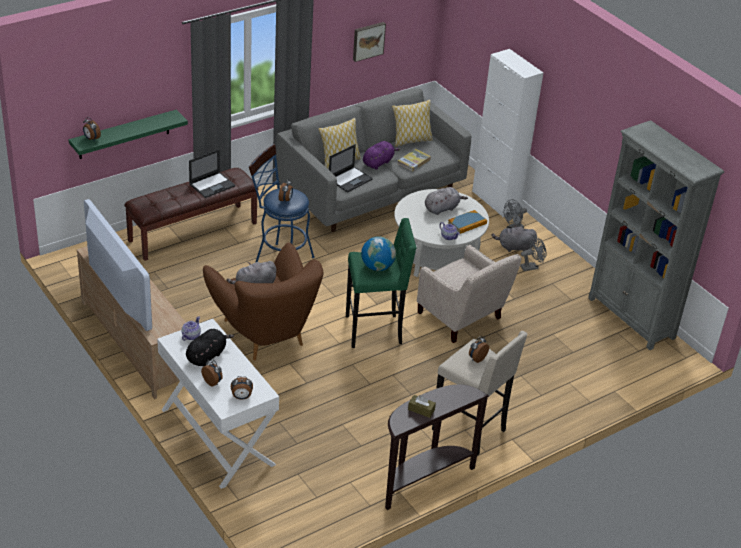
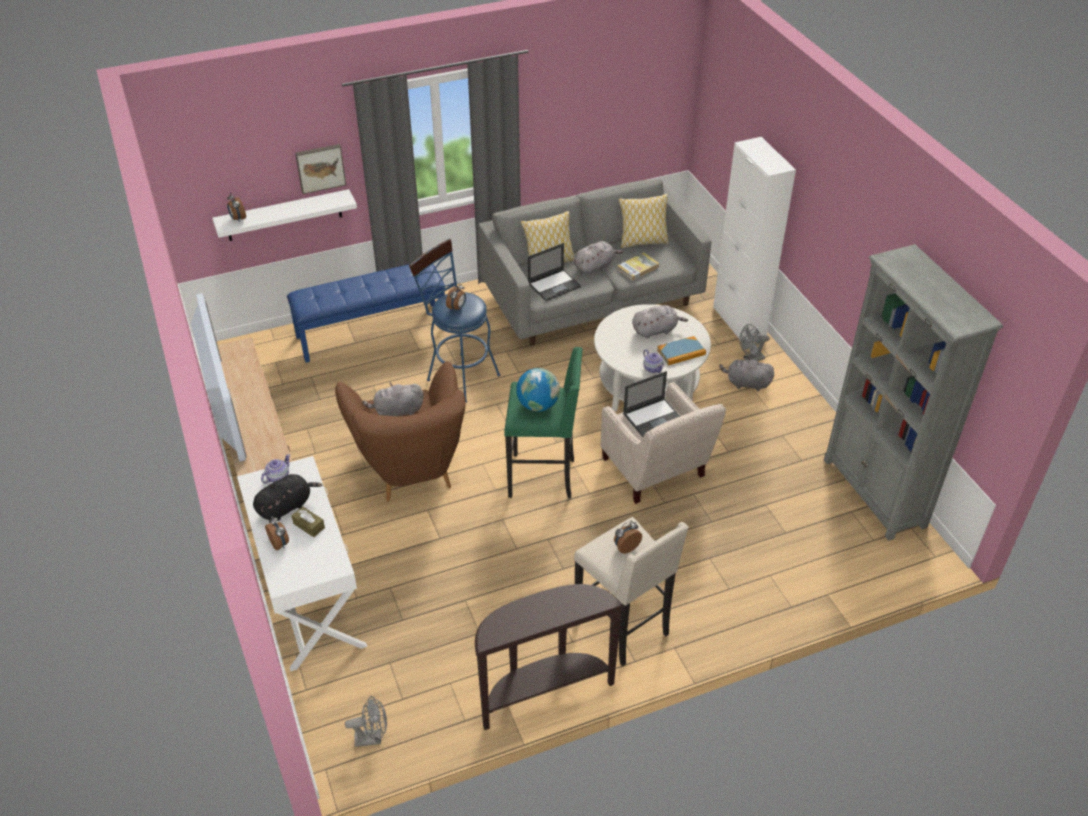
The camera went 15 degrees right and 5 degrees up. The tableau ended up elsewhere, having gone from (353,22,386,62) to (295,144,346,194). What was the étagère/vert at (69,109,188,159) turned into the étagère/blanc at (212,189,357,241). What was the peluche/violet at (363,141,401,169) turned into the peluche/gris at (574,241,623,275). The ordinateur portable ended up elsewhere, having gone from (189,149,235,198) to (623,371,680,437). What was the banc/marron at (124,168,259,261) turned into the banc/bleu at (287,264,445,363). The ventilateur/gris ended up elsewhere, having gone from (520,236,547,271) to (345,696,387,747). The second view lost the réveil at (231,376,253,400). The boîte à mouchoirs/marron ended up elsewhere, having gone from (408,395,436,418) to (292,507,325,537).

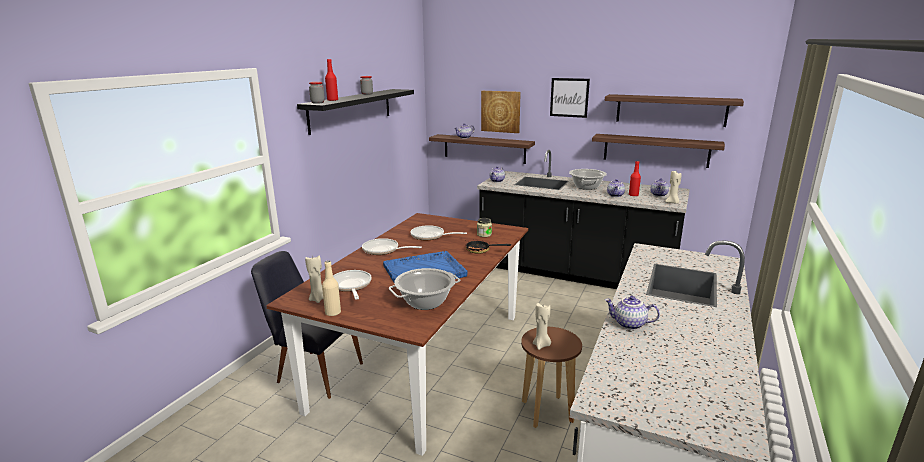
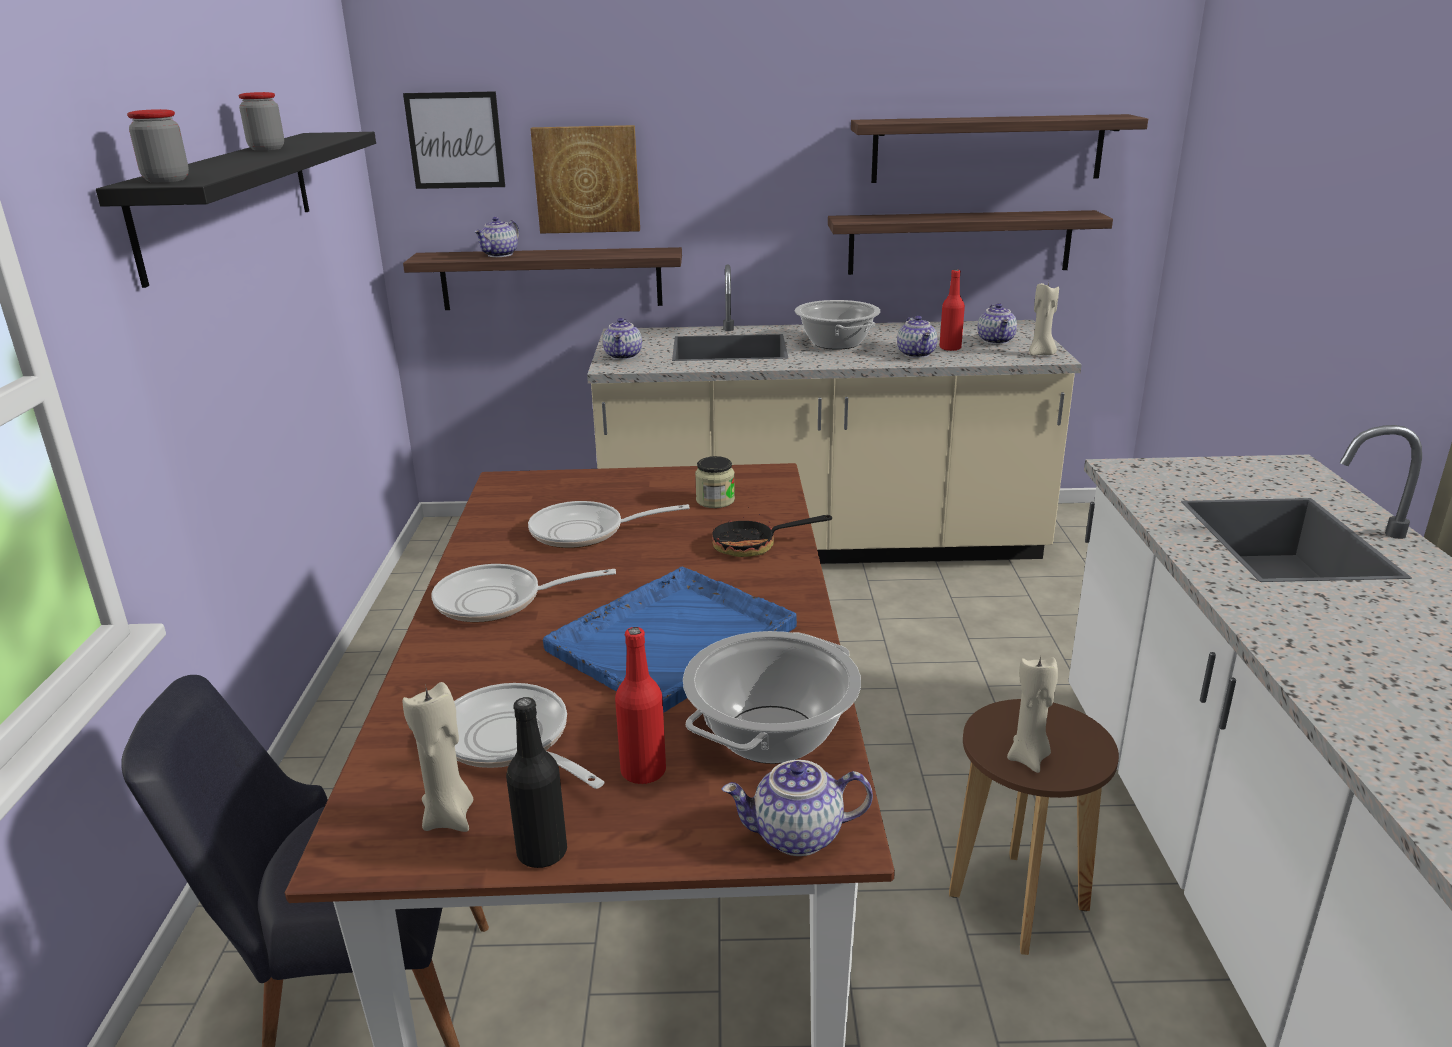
The camera went 25 degrees left and 5 degrees up. The bouteille/rouge ended up elsewhere, having gone from (325,59,338,101) to (615,627,666,785). The tableau ended up elsewhere, having gone from (550,78,590,118) to (403,91,505,189). What was the comptoir de cuisine/noir at (477,150,690,289) turned into the comptoir de cuisine/beige at (587,265,1082,564). What was the bouteille/beige at (322,261,341,316) turned into the bouteille/noir at (506,697,567,868). The théière ended up elsewhere, having gone from (605,296,660,330) to (722,760,873,856).

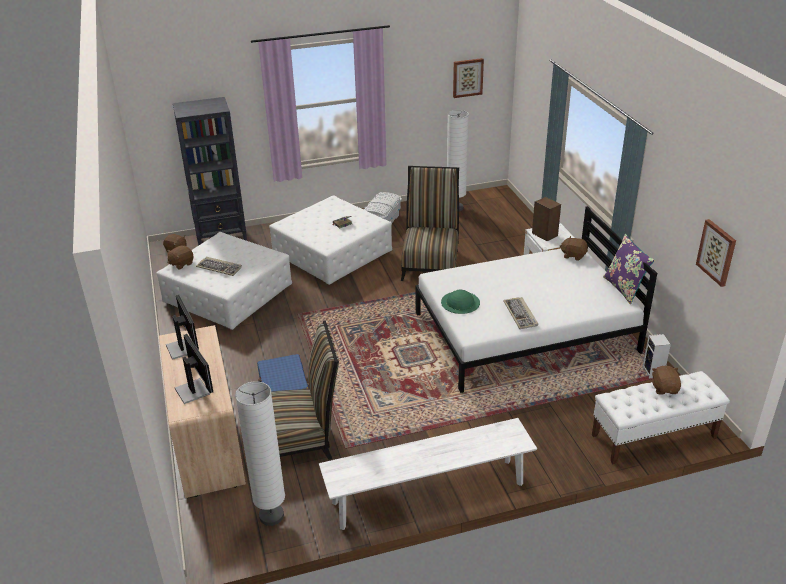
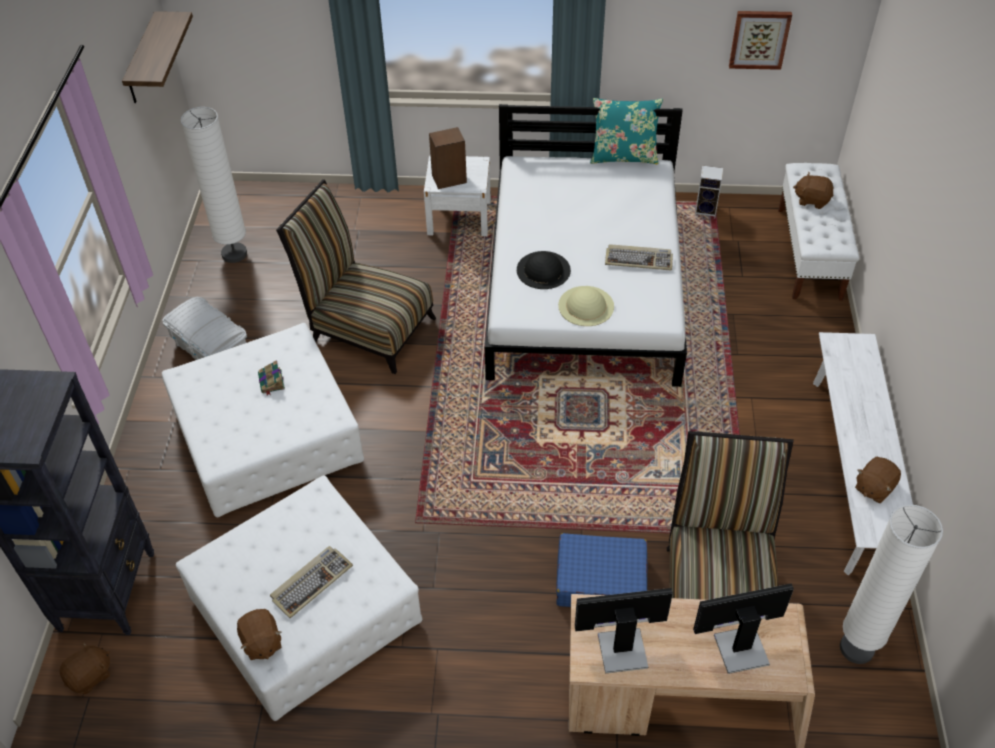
The camera went 70 degrees left and 15 degrees up. Where the tableau hung at (453,58,484,98), the étagère came to hang at (122,11,193,103). What was the coussin/violet at (603,234,655,304) turned into the coussin/turquoise at (590,98,663,164). The peluche/marron ended up elsewhere, having gone from (560,236,588,261) to (855,457,901,503). What was the chapeau/vert at (441,290,480,314) turned into the chapeau/beige at (558,286,614,326). The second view gained the chapeau/noir at (517,251,571,289).

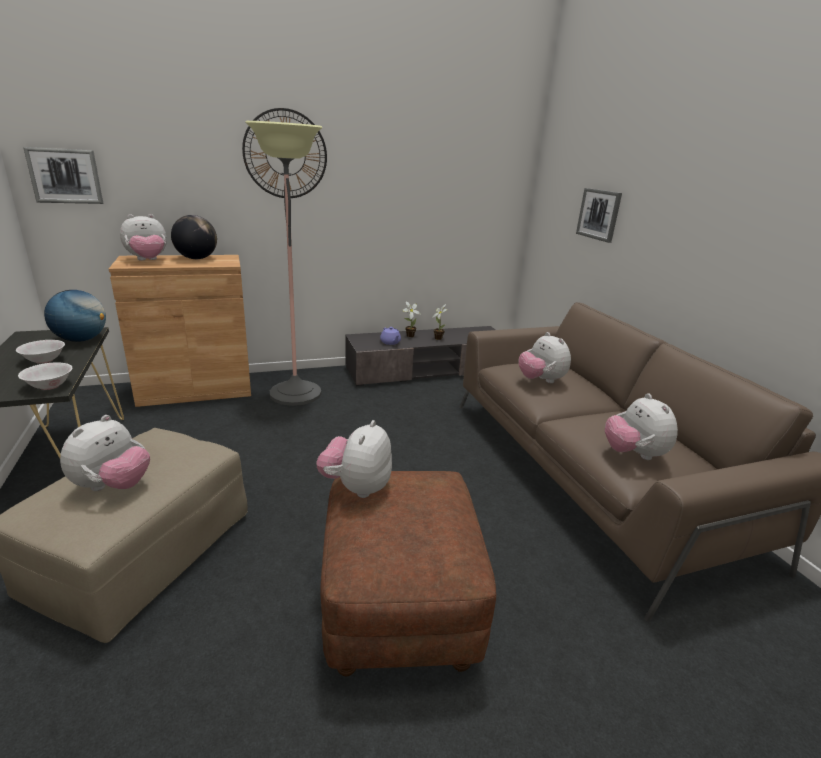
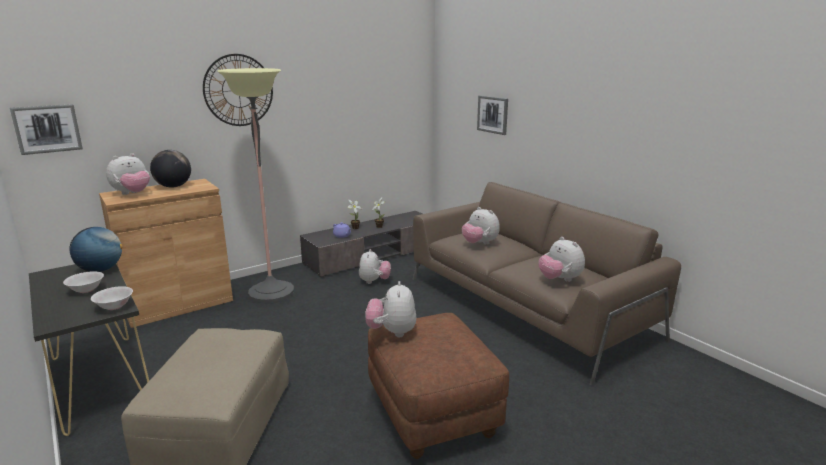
The camera went 15 degrees left and 5 degrees down. The peluche ended up elsewhere, having gone from (60,415,150,491) to (359,249,391,284).

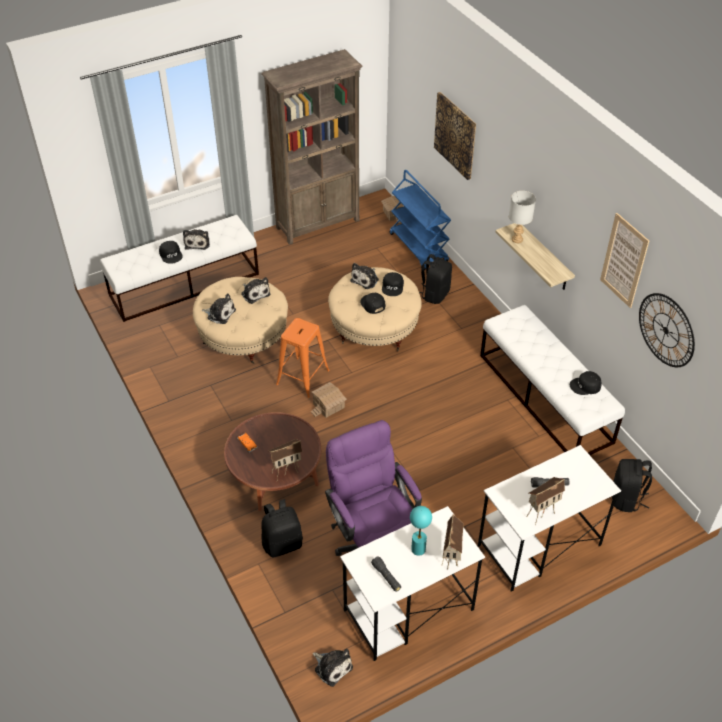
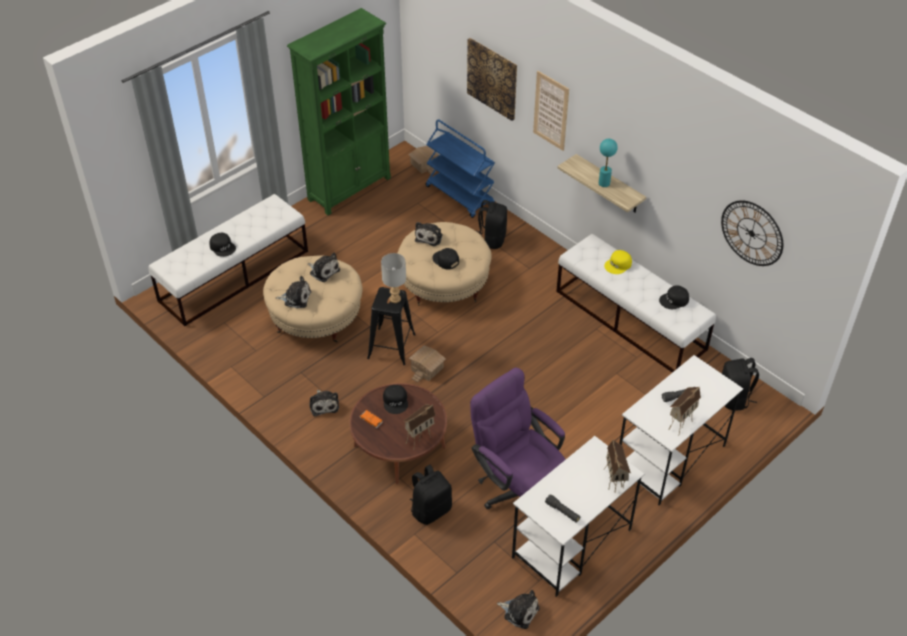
The camera went 15 degrees left and 0 degrees up. What was the bibliothèque/marron at (261,49,363,245) turned into the bibliothèque/vert at (287,8,391,215). The lampe de table/gris ended up elsewhere, having gone from (509,191,536,243) to (381,253,406,303). The tableau ended up elsewhere, having gone from (600,213,649,308) to (533,71,569,151). The peluche ended up elsewhere, having gone from (183,229,210,250) to (310,390,339,416). The casquette/noir ended up elsewhere, having gone from (382,272,404,296) to (383,385,408,414). What was the tabouret/orange at (276,318,330,398) turned into the tabouret/noir at (367,287,416,365). The lampe de table/turquoise ended up elsewhere, having gone from (410,506,432,556) to (599,139,618,187). The second view gained the casquette/jaune at (604,250,632,274).

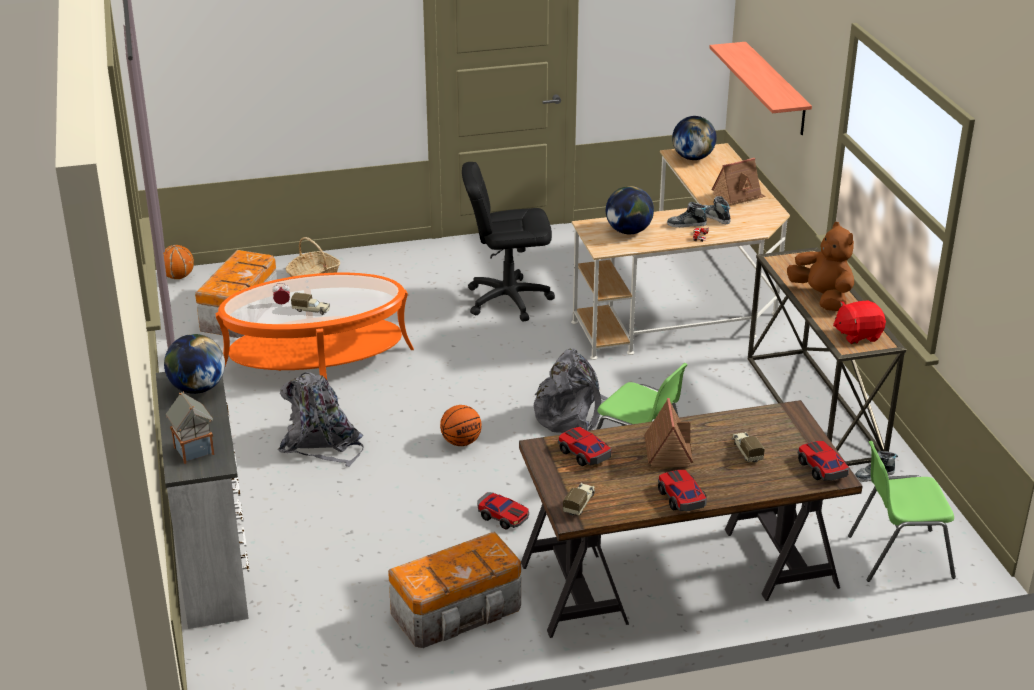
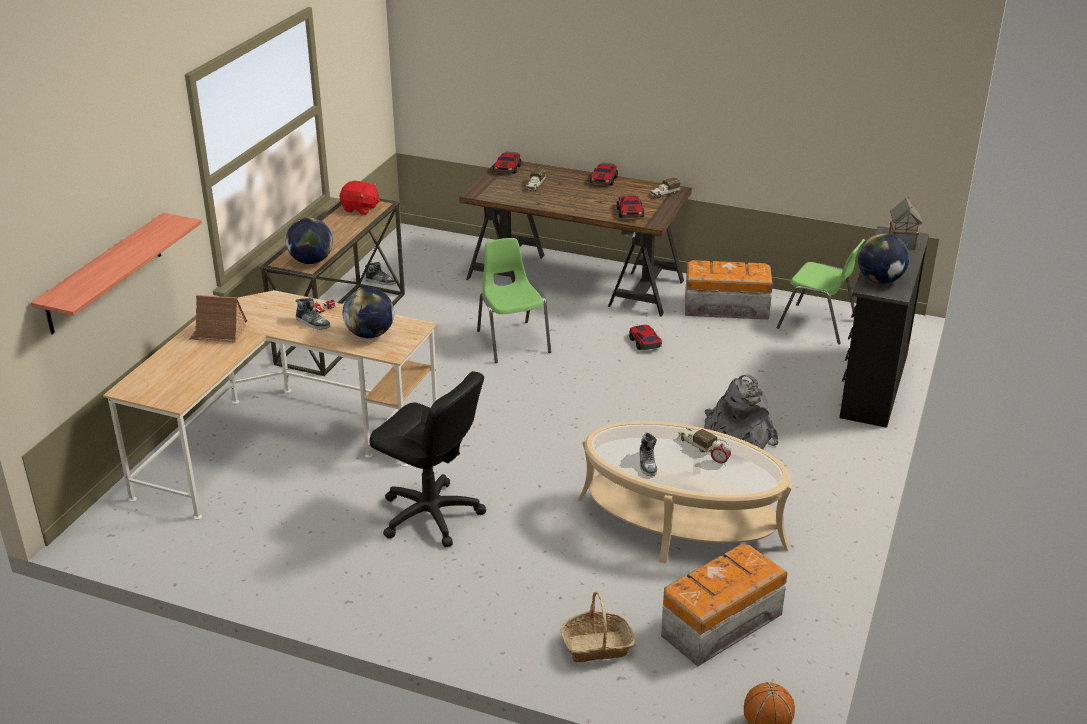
The camera went 145 degrees left and 0 degrees up. The globe ended up elsewhere, having gone from (672,116,717,160) to (286,217,333,264). The chaussure ended up elsewhere, having gone from (704,196,731,224) to (639,433,657,476). The second view lost the peluche/marron at (787,222,854,311). What was the table basse/orange at (216,273,414,380) turned into the table basse/beige at (577,421,793,564). The second view lost the sac à dos/gris at (533,348,608,433). What was the commode/blanc at (156,372,250,629) turned into the commode/noir at (840,226,929,428). The second view lost the maison miniature at (644,398,693,467). The second view lost the ballon de basket at (440,405,482,446). The chaise/vert ended up elsewhere, having gone from (848,441,956,582) to (776,239,865,344).

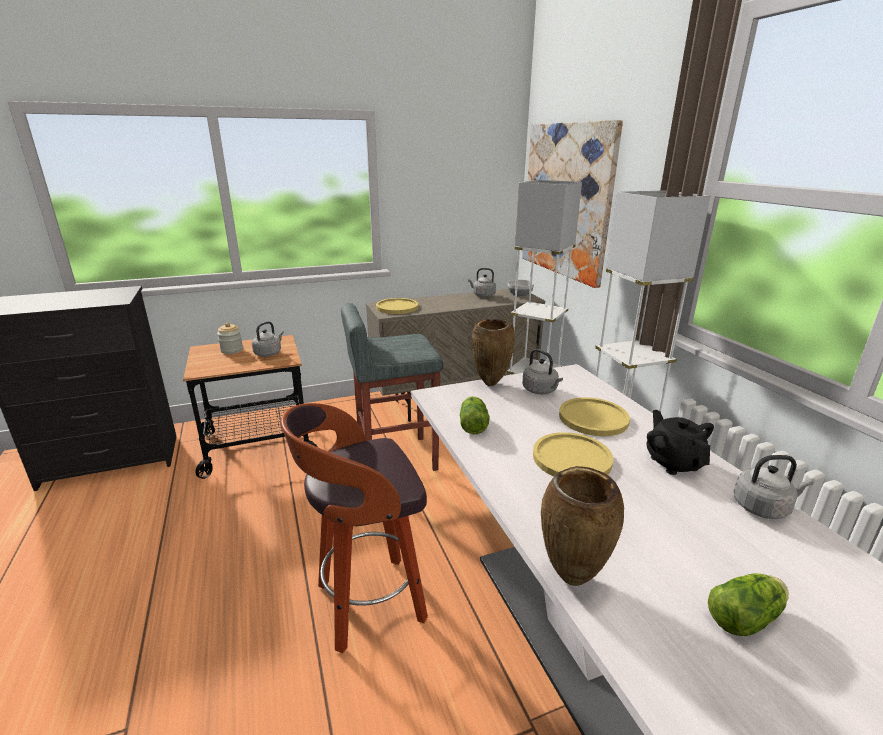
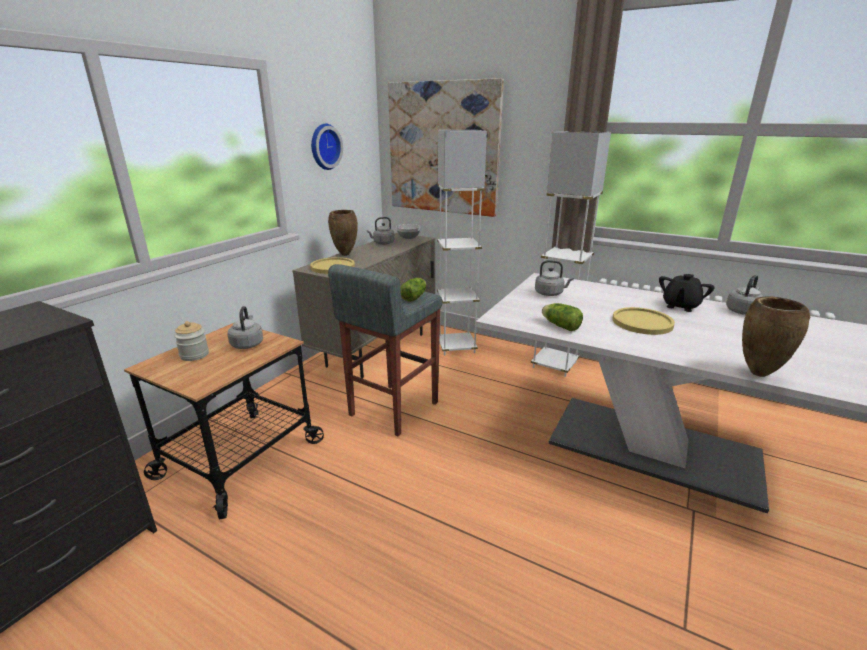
The camera went 40 degrees left and 0 degrees up. The vase/marron ended up elsewhere, having gone from (471,319,515,386) to (328,210,358,256). The second view lost the assiette/jaune at (559,397,630,436). The second view lost the tabouret at (281,403,428,653). The théière/noir at (647,410,714,475) ended up facing another way, 90 degrees counterclockwise from before. The laitue ended up elsewhere, having gone from (708,573,789,636) to (400,278,426,302). The second view gained the horloge murale at (311,123,343,170).

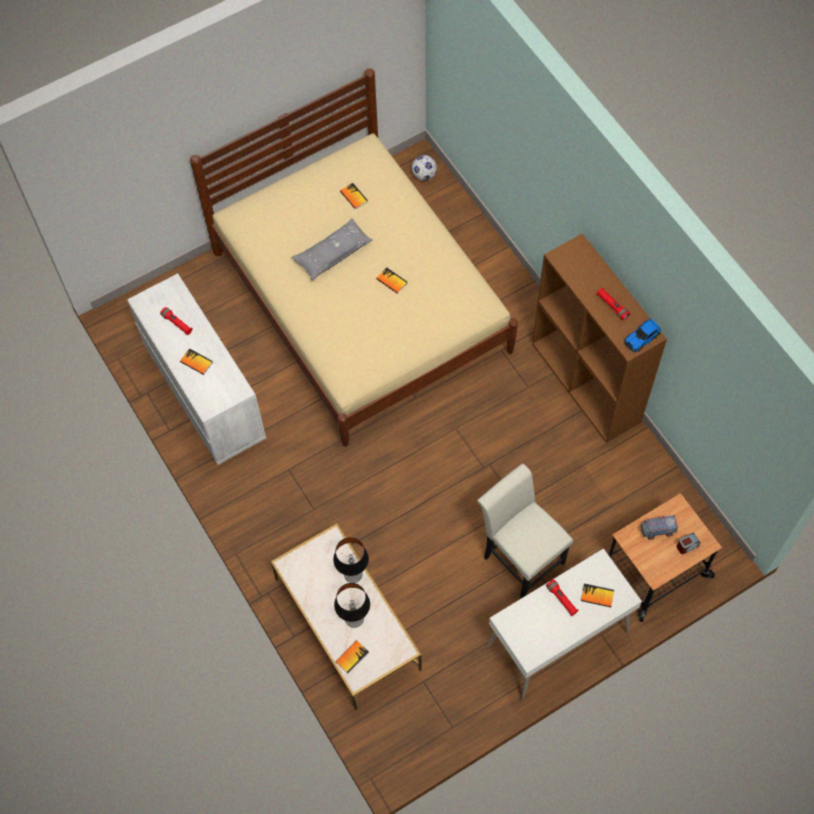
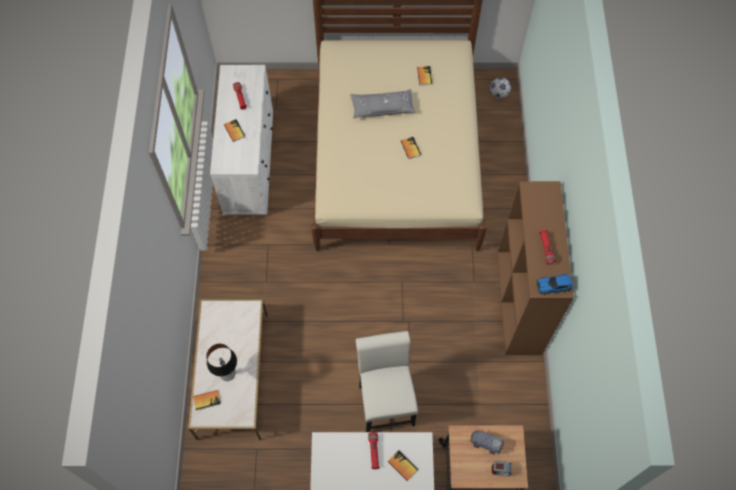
The camera went 30 degrees right and 0 degrees up. The second view lost the lampe de table at (333,537,369,583).

